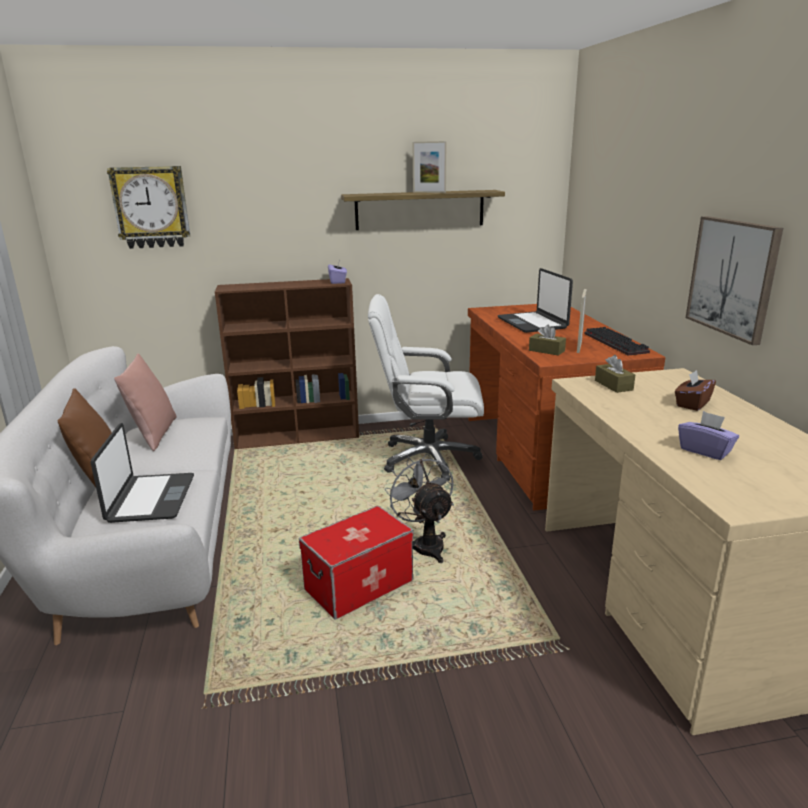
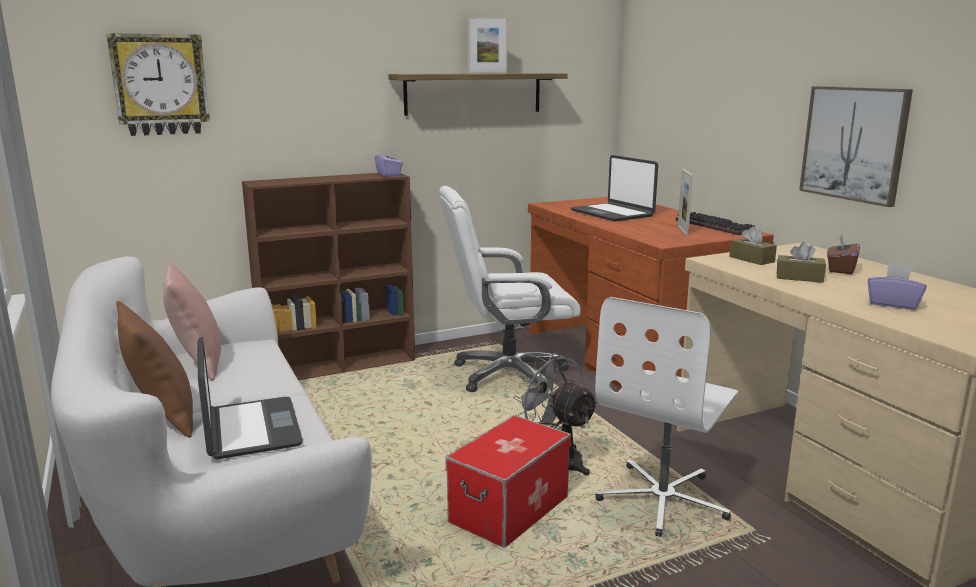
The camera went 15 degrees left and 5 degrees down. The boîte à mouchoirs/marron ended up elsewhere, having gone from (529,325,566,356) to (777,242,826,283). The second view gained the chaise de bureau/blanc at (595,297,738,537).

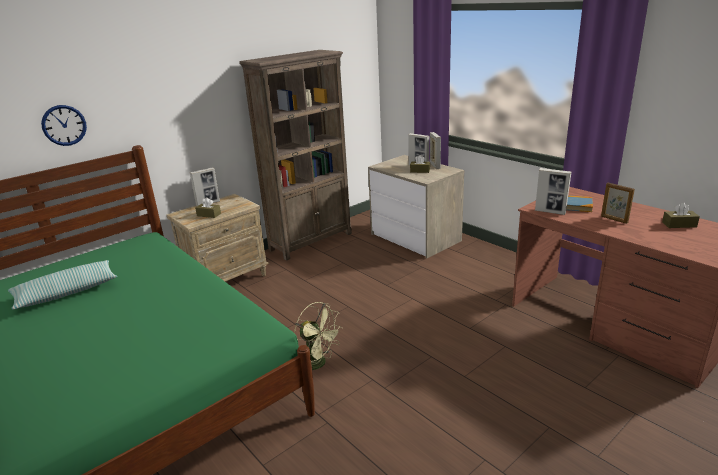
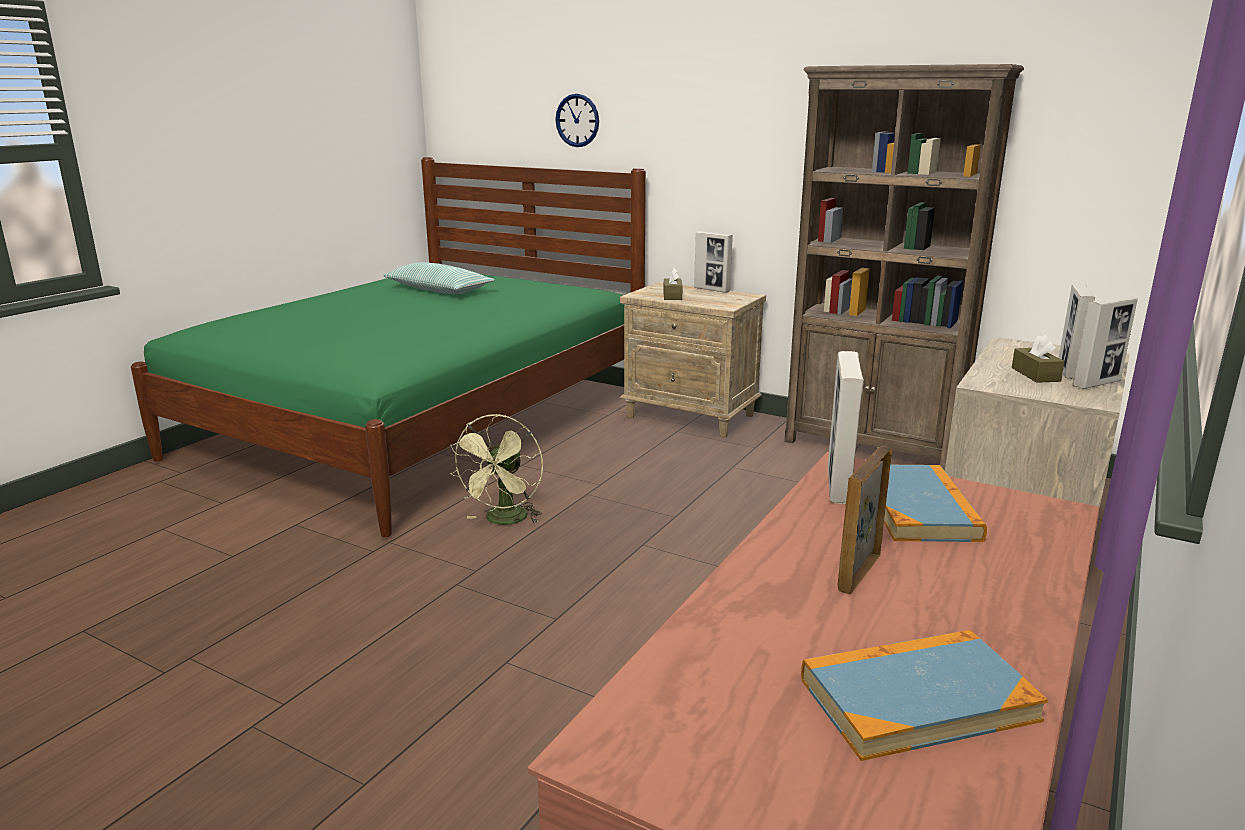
The camera went 70 degrees right and 5 degrees down. Where the boîte à mouchoirs/marron stood at (662,203,700,228), the livre came to stand at (801,630,1048,761).

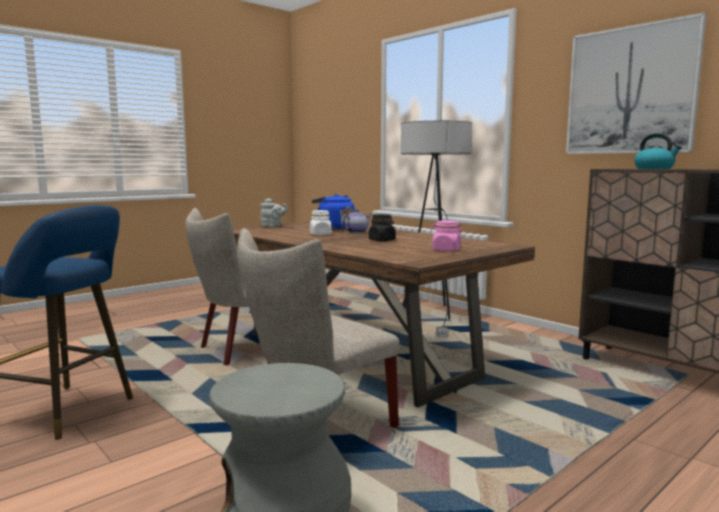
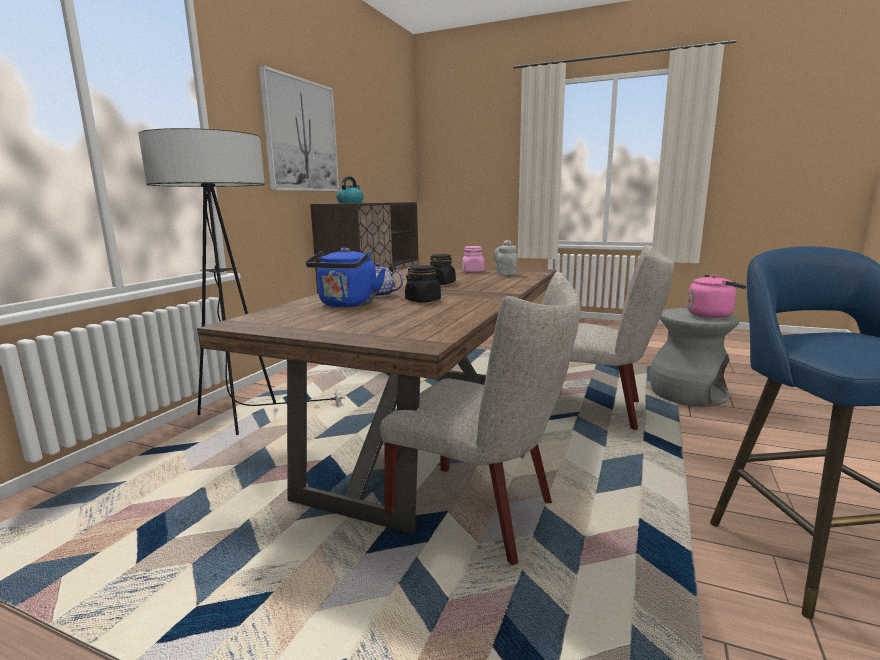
The camera went 115 degrees left and 5 degrees up. The théière/gris ended up elsewhere, having gone from (260,198,288,227) to (493,240,517,275). What was the bocal/blanc at (310,210,332,235) turned into the bocal/noir at (405,265,441,303). The second view gained the bouilloire/rose at (687,275,746,318).

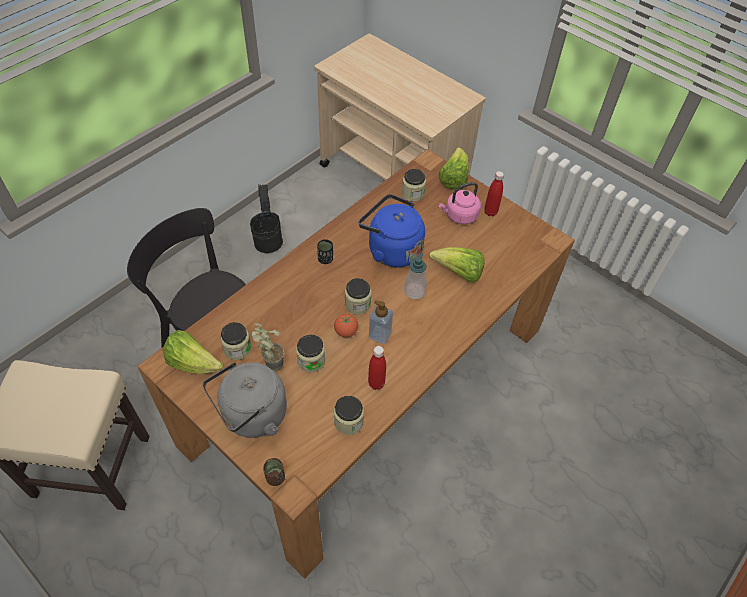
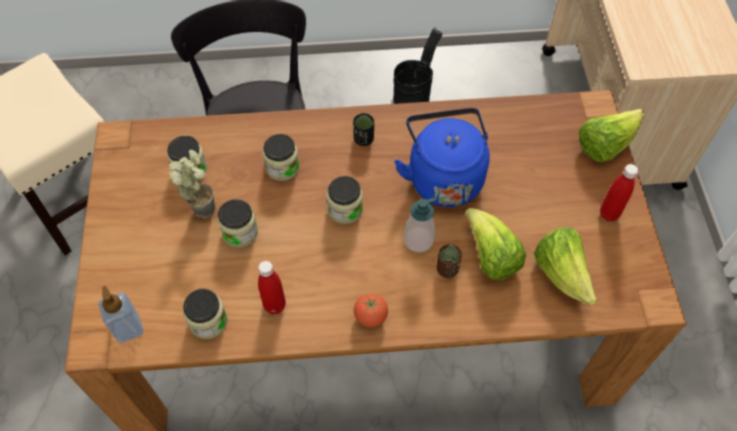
The camera went 45 degrees right and 5 degrees up. The bocal ended up elsewhere, having gone from (402,169,426,202) to (263,134,299,181). The second view lost the bouilloire/rose at (438,182,481,224). The distributeur de savon ended up elsewhere, having gone from (369,300,393,344) to (98,286,144,343). The tomate ended up elsewhere, having gone from (334,314,358,337) to (354,293,388,328). The laitue ended up elsewhere, having gone from (163,330,223,374) to (534,227,597,305). The second view lost the bouilloire/gris at (203,362,287,438). The tasse/marron ended up elsewhere, having gone from (263,458,285,486) to (437,244,462,278).

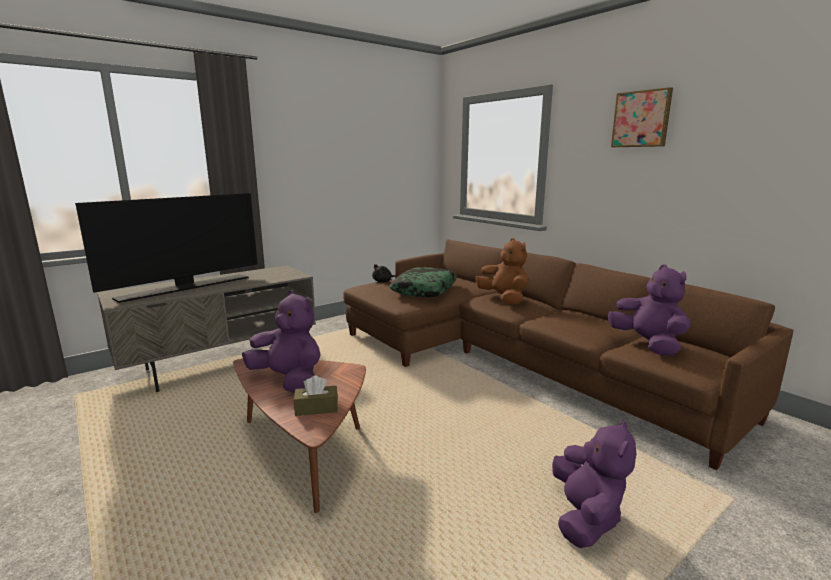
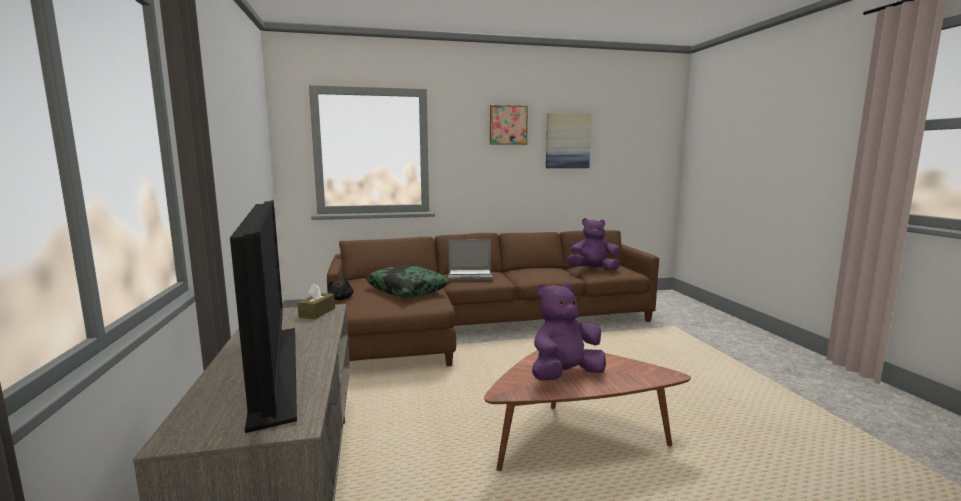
The camera went 65 degrees left and 5 degrees down. Where the peluche/marron stood at (475,238,529,305), the ordinateur portable came to stand at (448,239,493,280). The boîte à mouchoirs/marron ended up elsewhere, having gone from (294,375,338,416) to (297,283,335,319). The second view lost the peluche/violet at (552,420,636,548). The second view gained the tableau at (546,113,592,168).

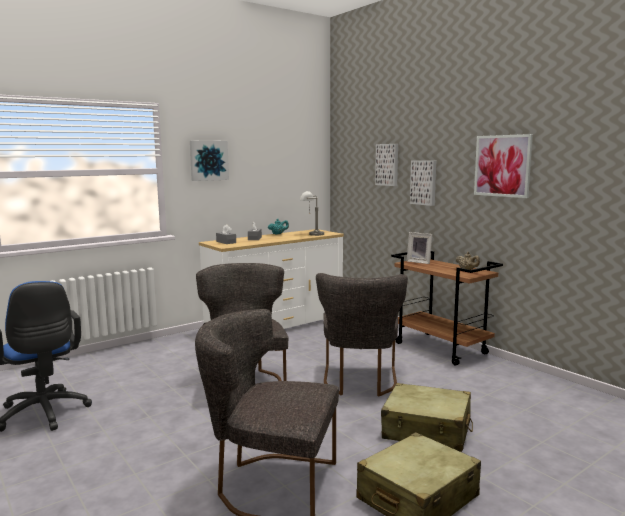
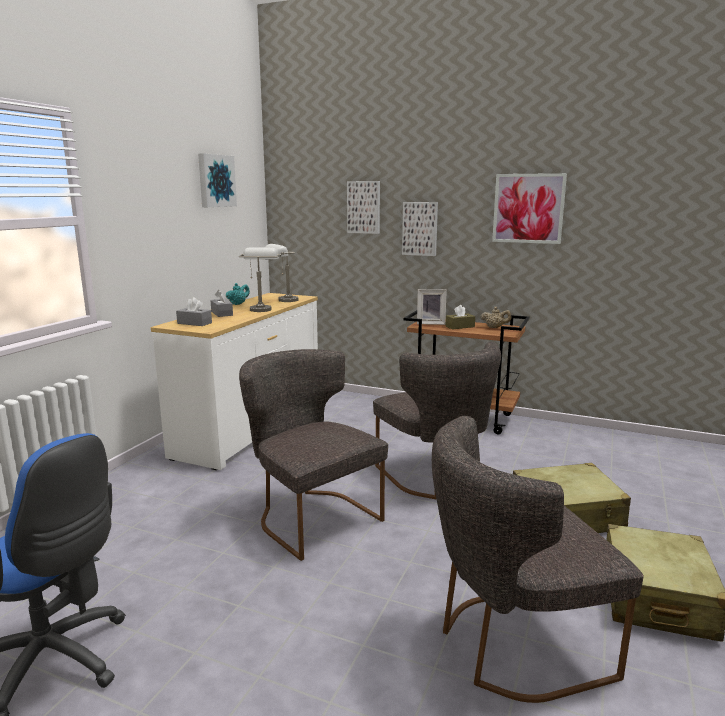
The camera went 30 degrees left and 5 degrees up. The tableau ended up elsewhere, having gone from (190,141,229,181) to (198,153,237,207). The second view gained the lampe de table/gris at (239,248,281,312). The second view gained the boîte à mouchoirs/marron at (445,305,475,329).

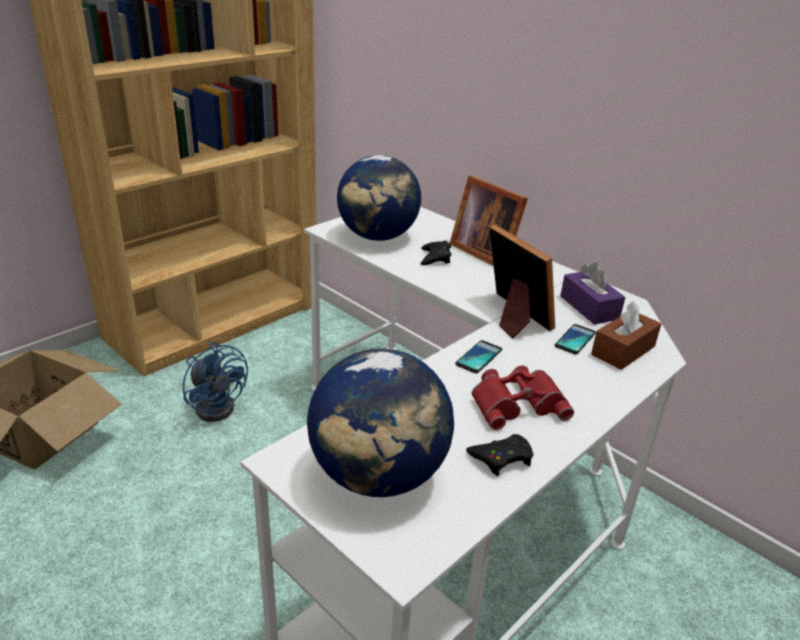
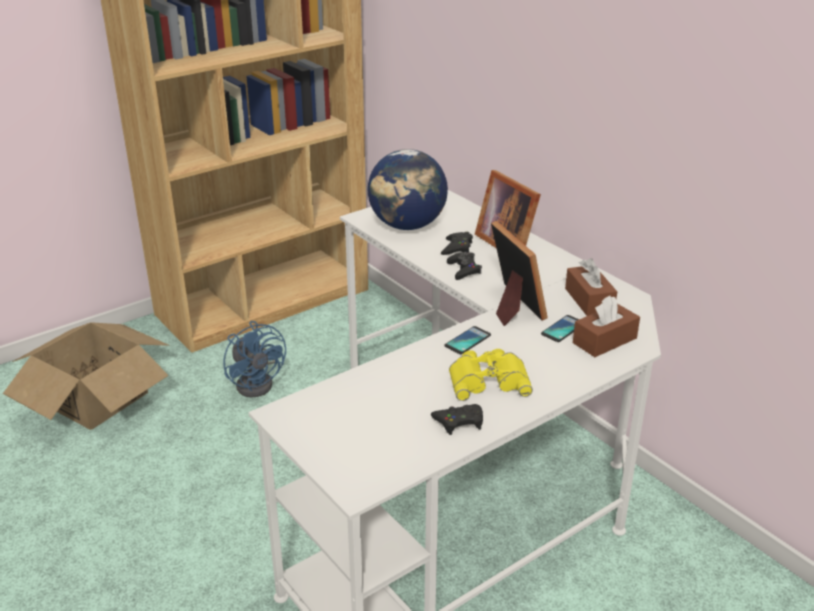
The camera went 10 degrees right and 0 degrees up. What was the boîte à mouchoirs/violet at (560,262,625,325) turned into the boîte à mouchoirs/marron at (565,258,617,316). The second view lost the globe at (307,348,454,497). What was the jumelles/rouge at (472,366,574,430) turned into the jumelles/jaune at (449,349,533,401). The second view gained the manette/noir at (447,252,482,280).

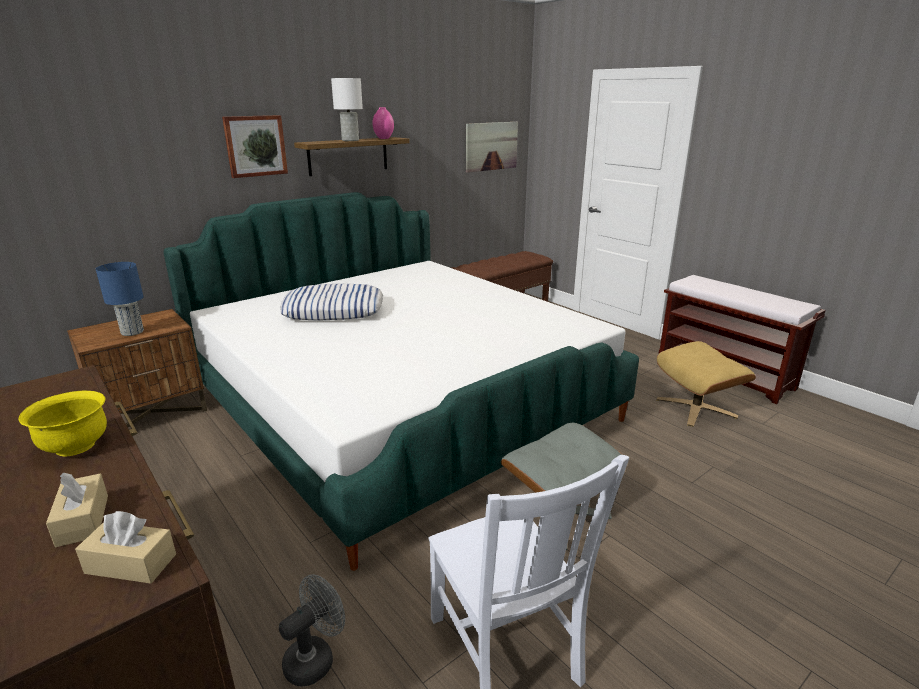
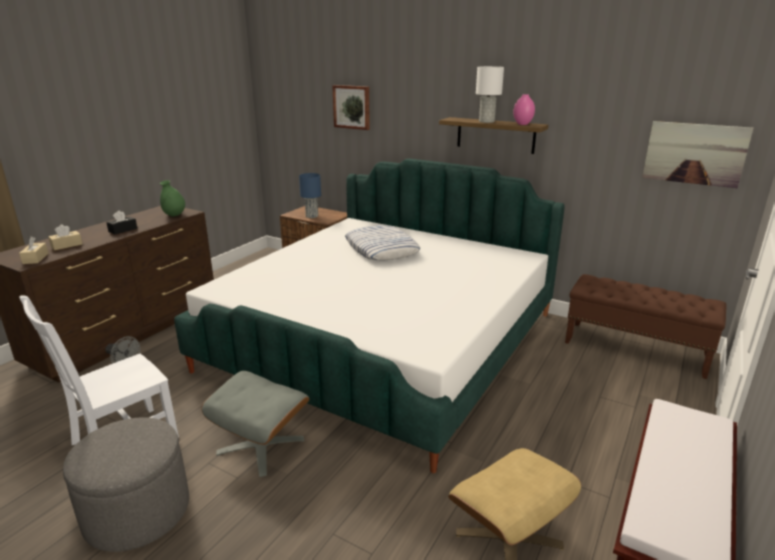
The camera went 70 degrees right and 0 degrees up. The tableau ended up elsewhere, having gone from (222,115,288,178) to (332,85,370,130). Where the bol/jaune stood at (19,391,107,456), the boîte à mouchoirs/noir came to stand at (106,210,137,234). The second view gained the vase/vert at (160,180,185,216). The second view gained the pouf/gris at (63,417,189,552).

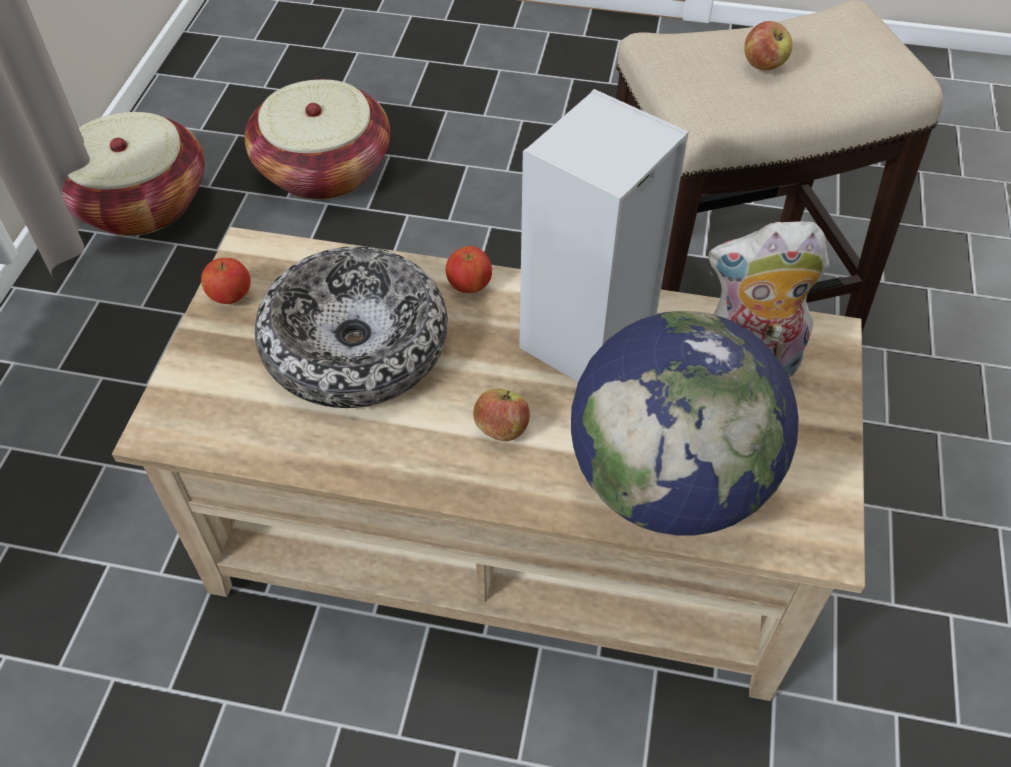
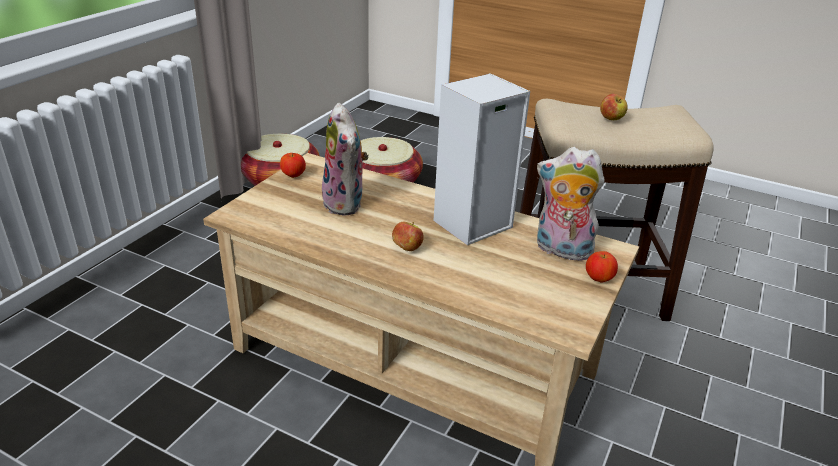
The camera went 15 degrees right and 20 degrees down. Where the bol stood at (255,246,448,408), the peluche came to stand at (322,103,368,216). The pomme ended up elsewhere, having gone from (446,246,492,293) to (586,251,618,283). The second view lost the globe at (571,311,798,536).

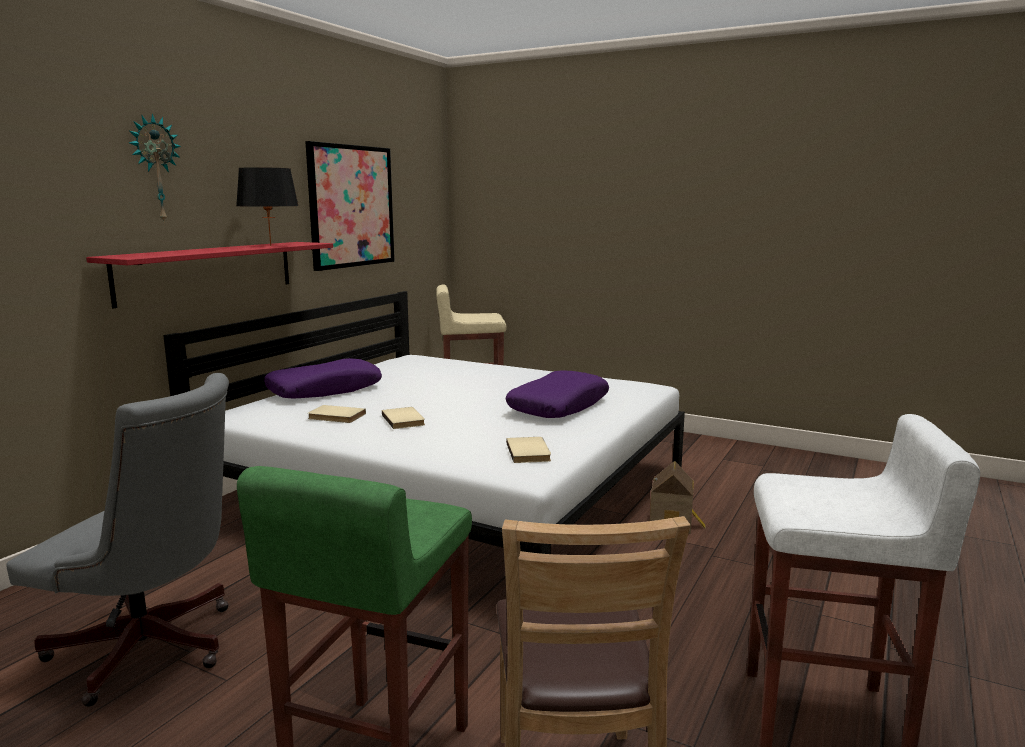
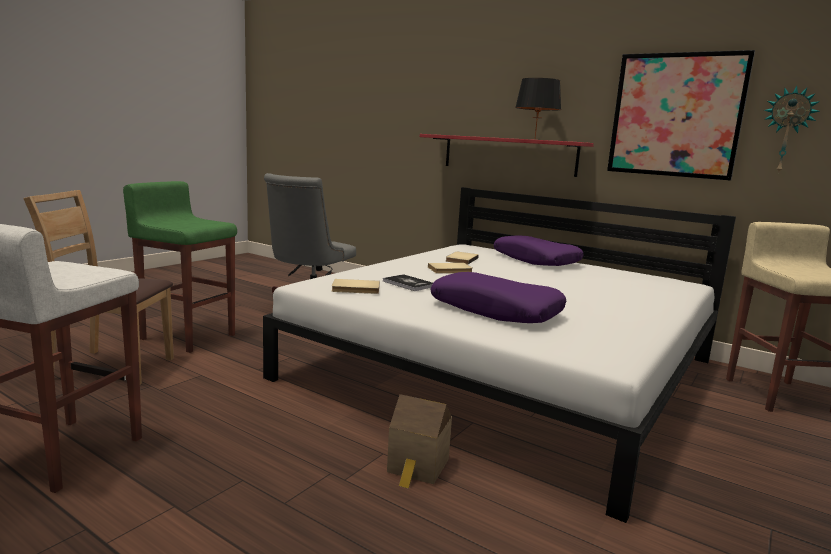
The camera went 95 degrees right and 0 degrees up. The horloge murale ended up elsewhere, having gone from (129,113,181,221) to (764,86,820,174). The second view gained the livre at (383,274,433,291).

